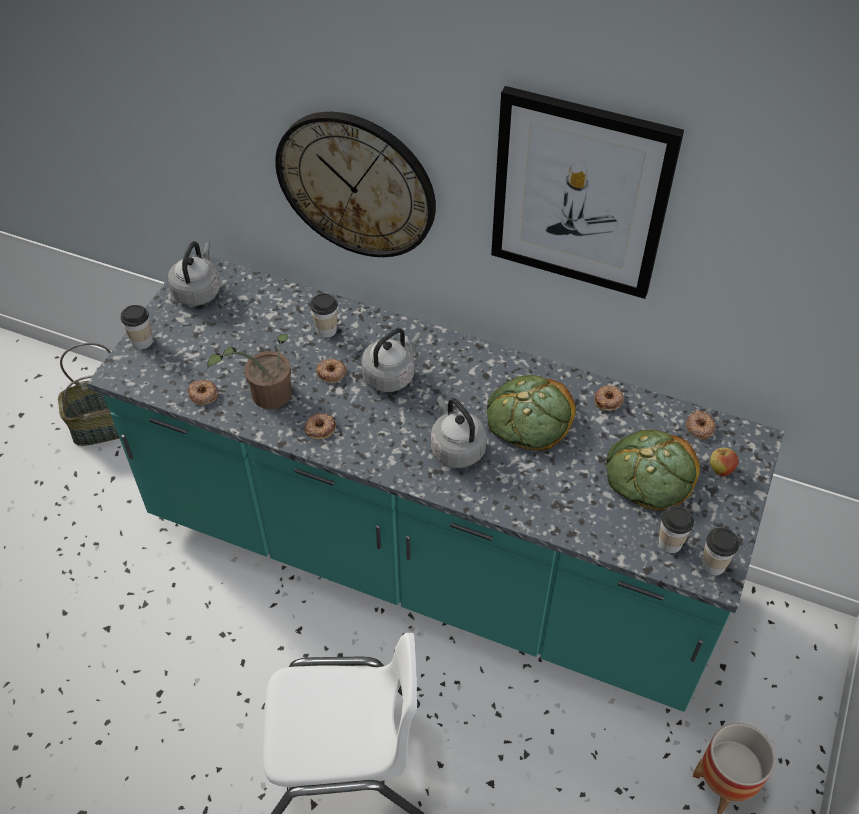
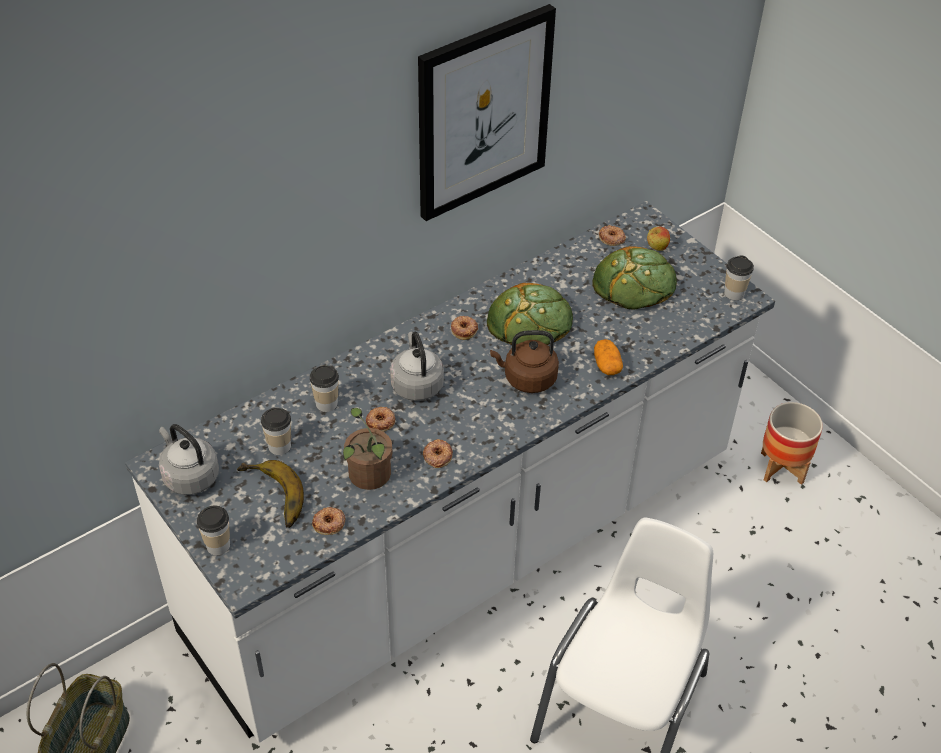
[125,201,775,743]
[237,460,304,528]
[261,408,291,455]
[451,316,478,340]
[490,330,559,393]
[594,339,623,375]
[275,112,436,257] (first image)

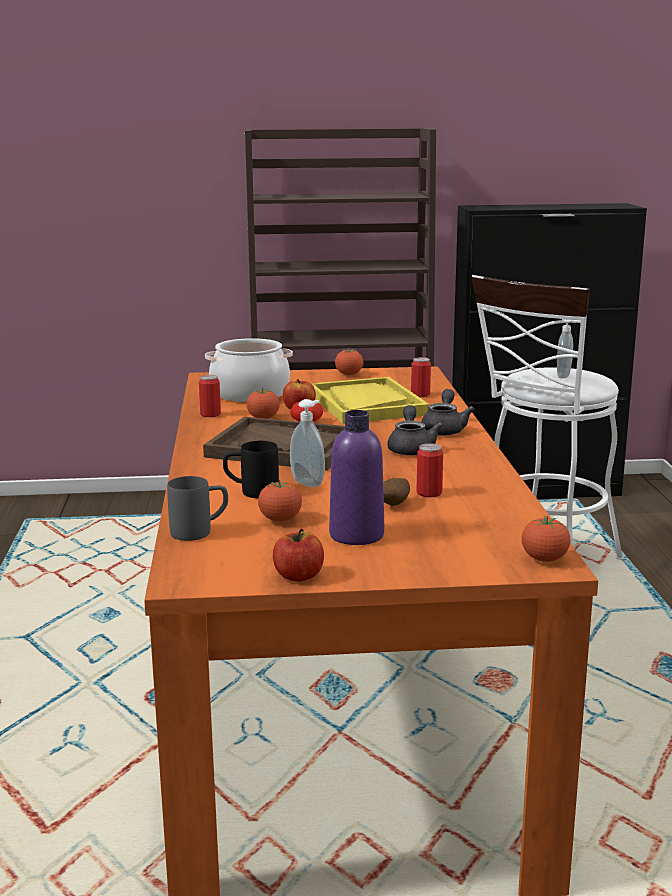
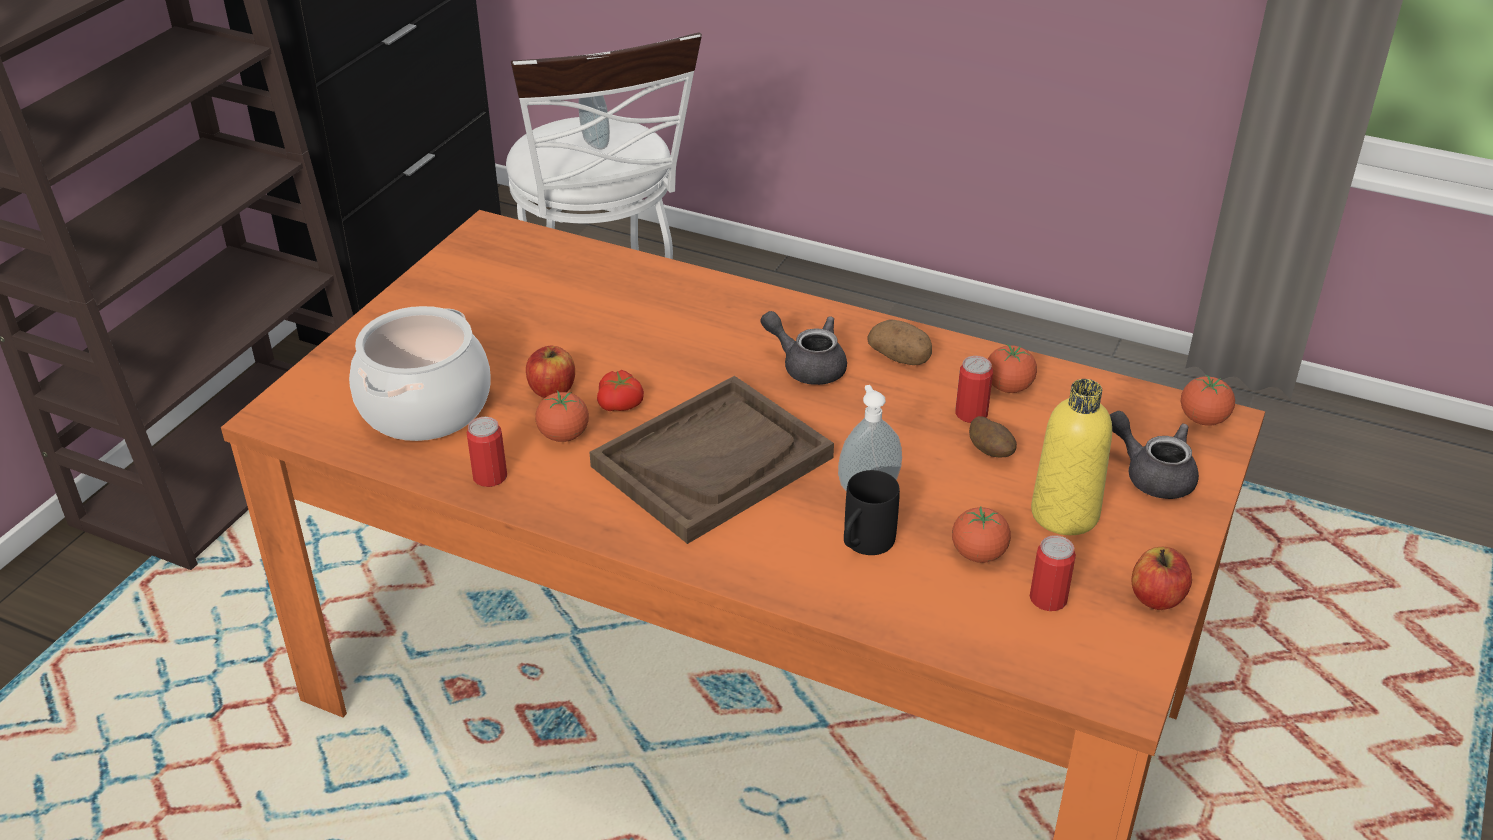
[867,319,932,365]
[988,344,1037,393]
[1030,535,1076,611]
[1031,379,1112,535]
[1110,411,1199,499]
[167,476,228,541] (first image)
[311,377,429,424] (first image)

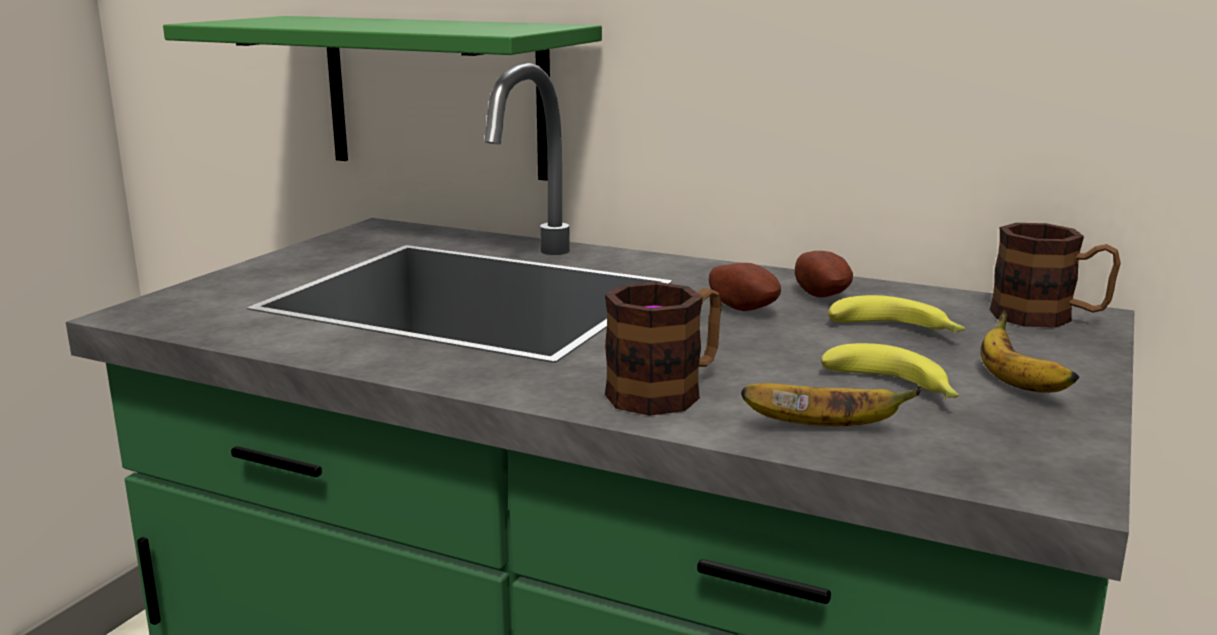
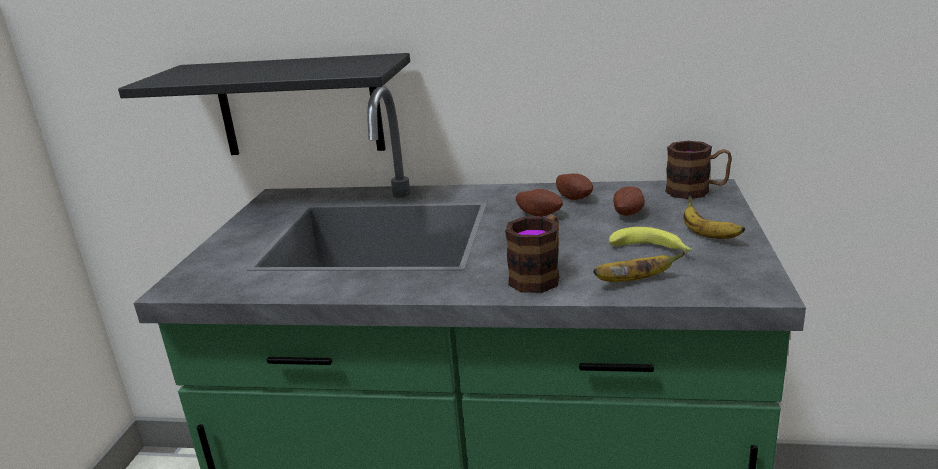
[118,53,410,155]
[613,186,645,216]

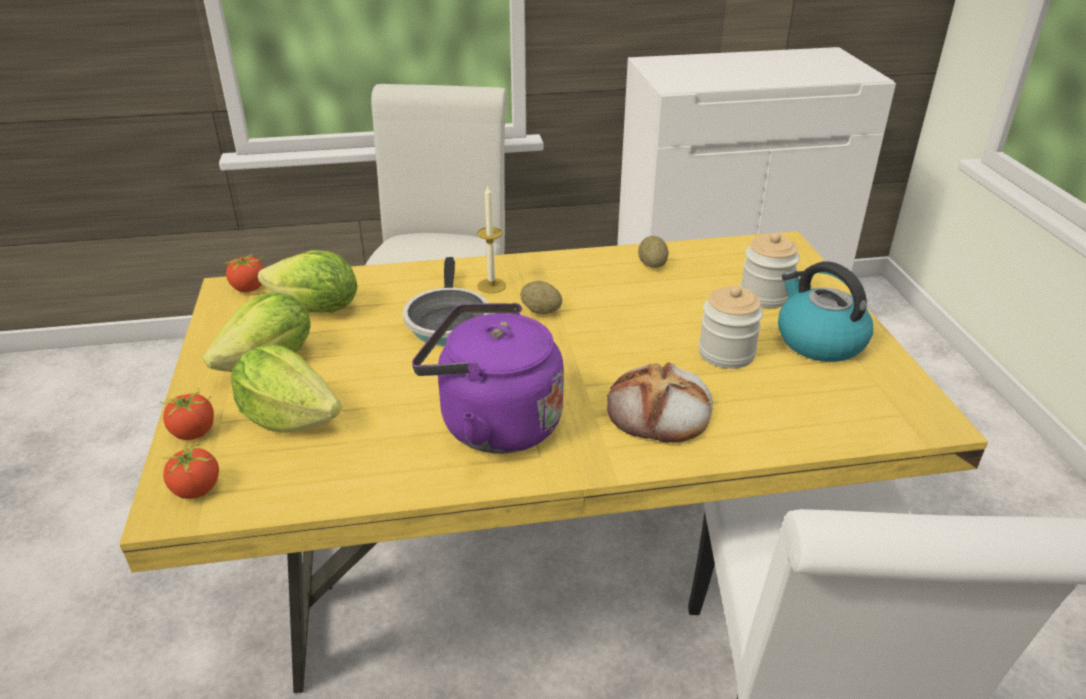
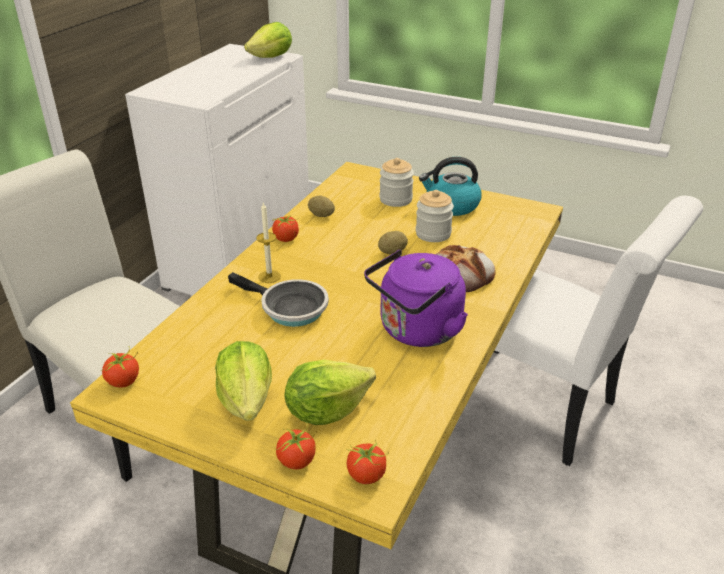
[244,22,292,58]
[271,214,300,242]
[378,231,408,254]

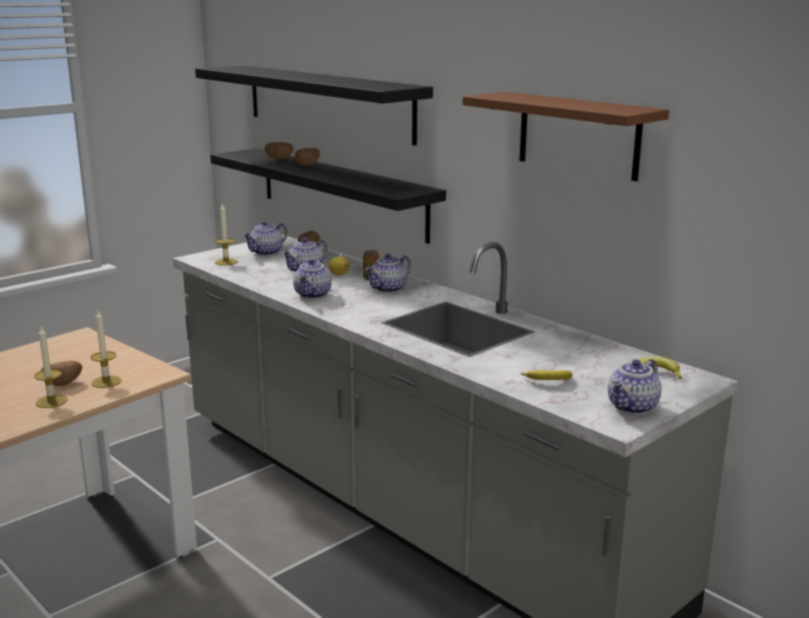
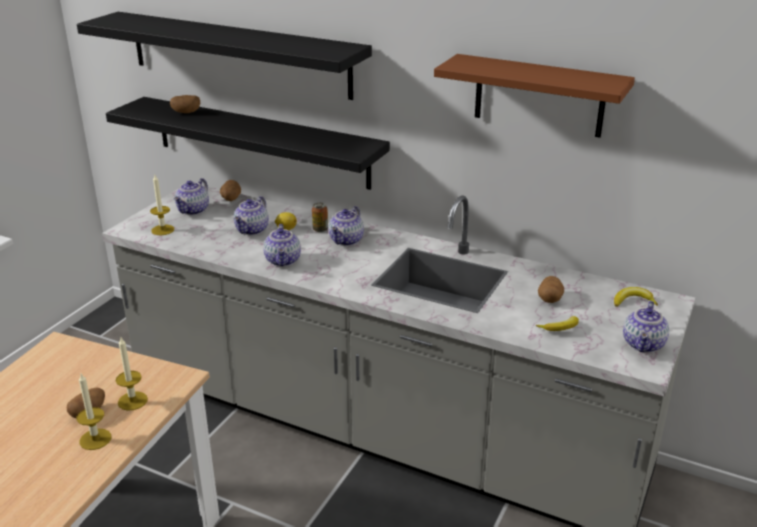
[538,276,564,303]

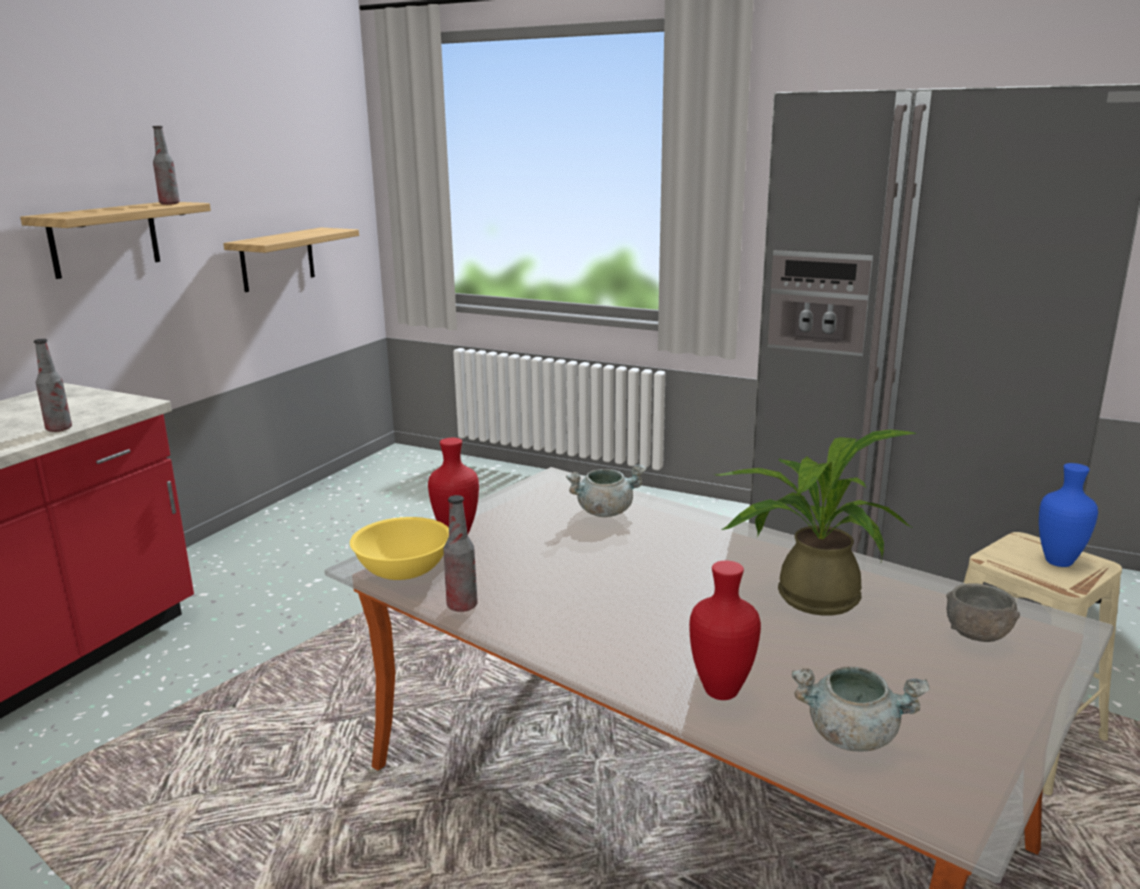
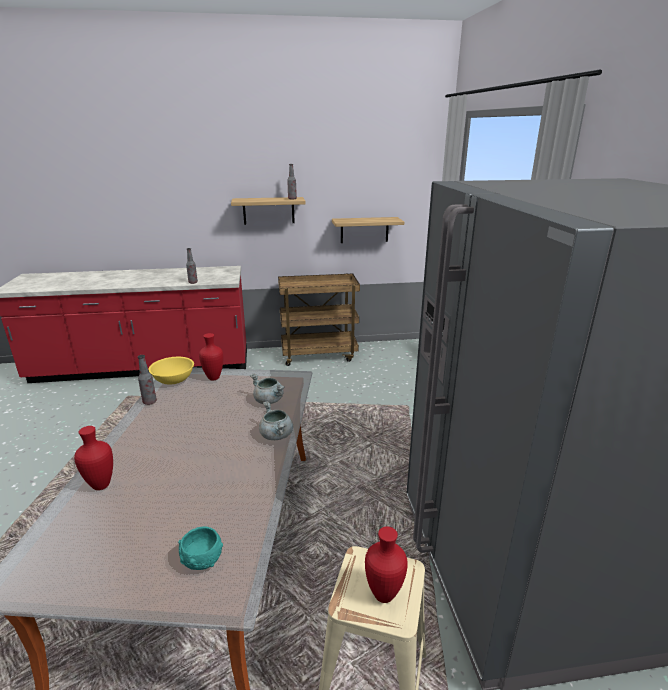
[178,526,223,570]
[259,401,293,440]
[278,273,360,366]
[365,526,408,603]
[715,429,916,616] (first image)

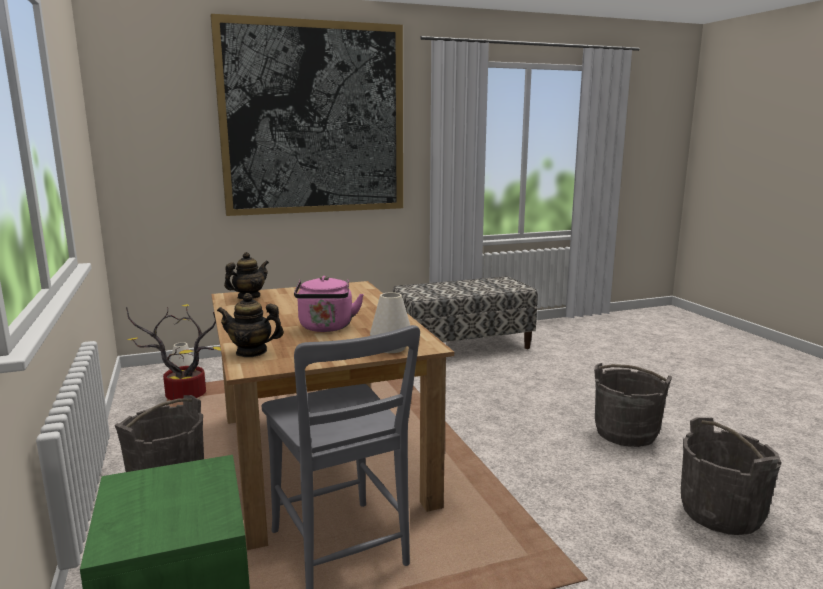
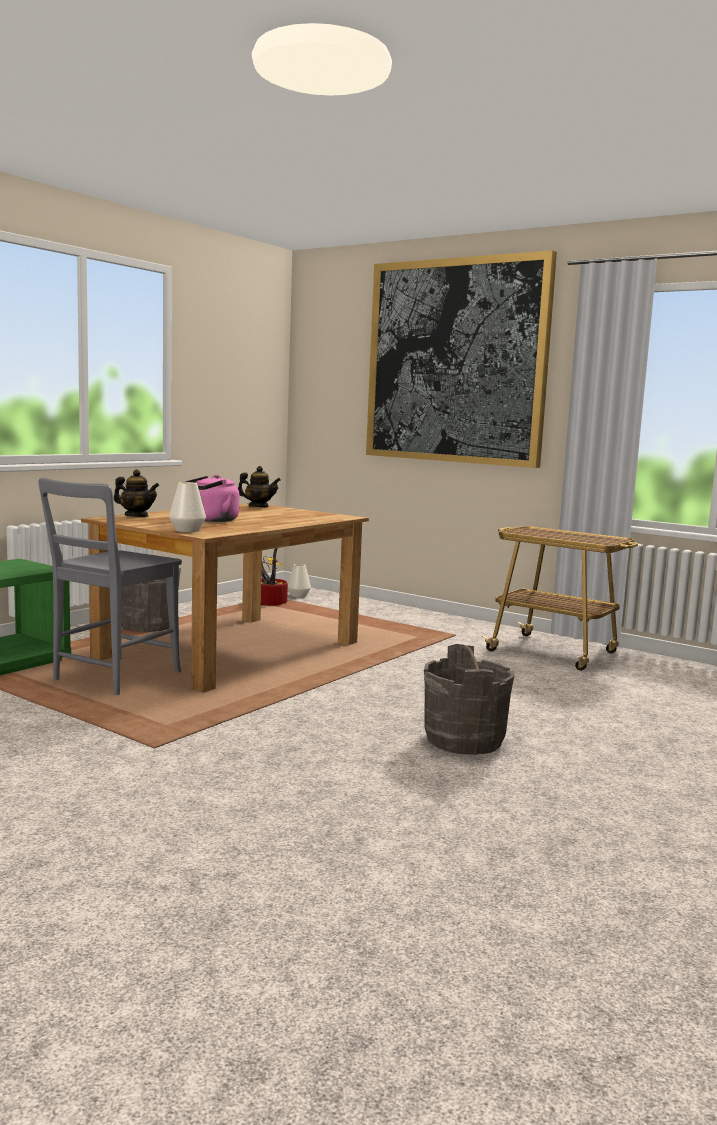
[114,470,159,517]
[482,526,638,671]
[681,417,781,535] (first image)

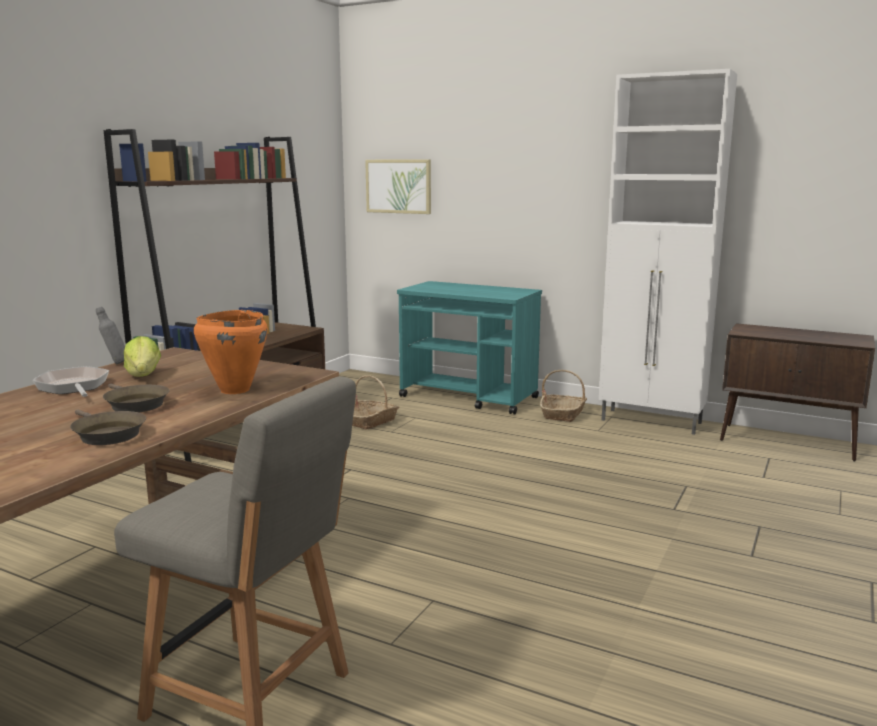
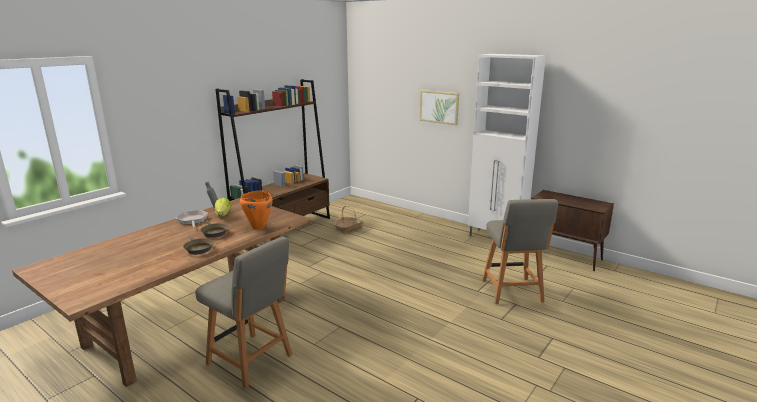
[420,90,459,125]
[482,199,558,304]
[397,281,542,415] (first image)
[540,370,587,422] (first image)

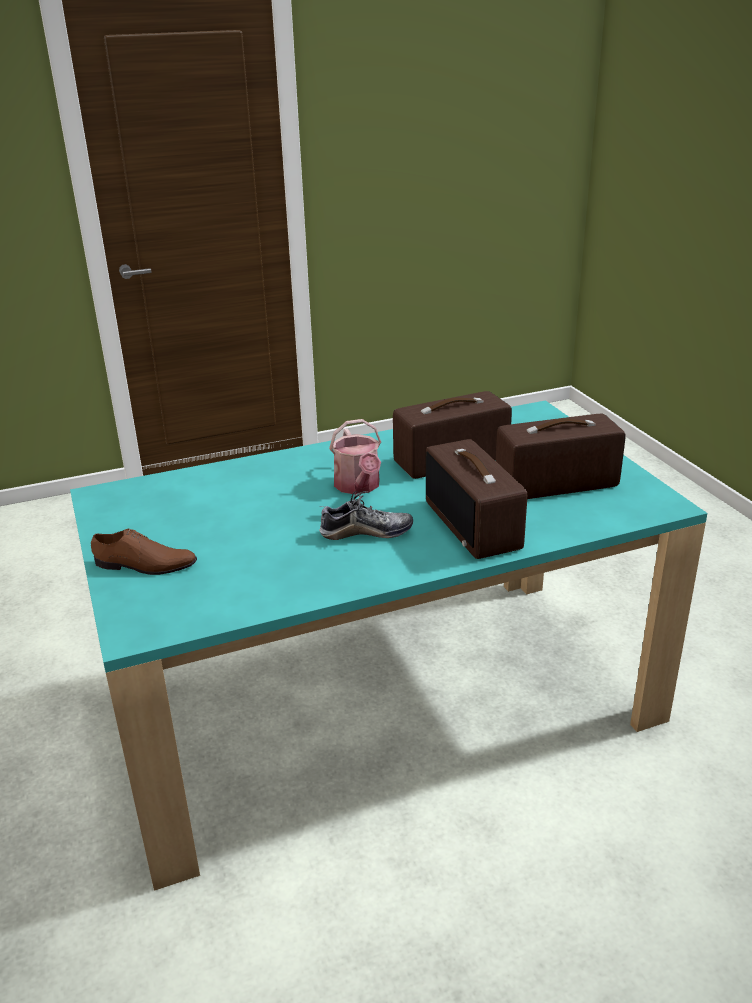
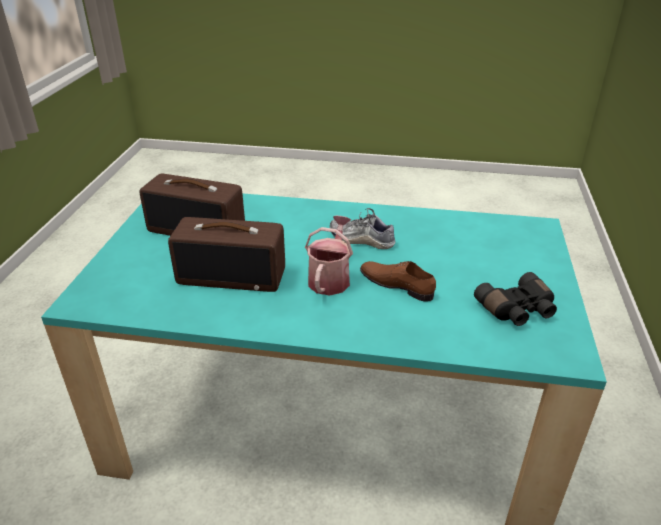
[360,261,436,301]
[474,272,557,326]
[426,439,527,559] (first image)

